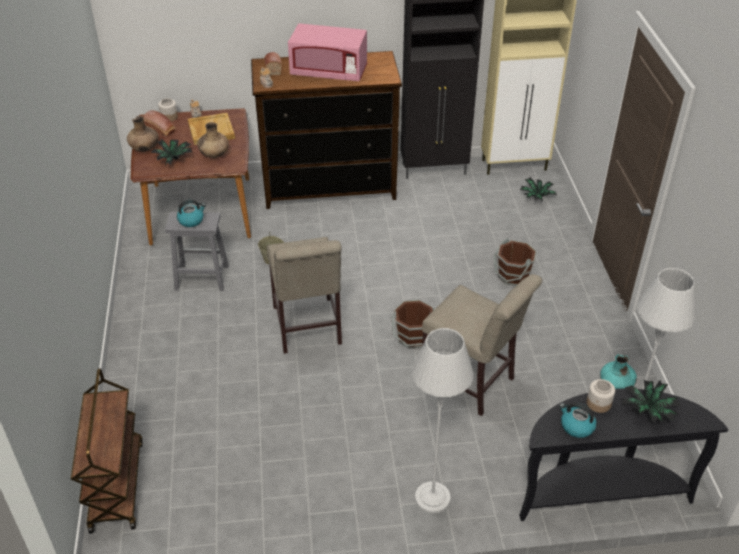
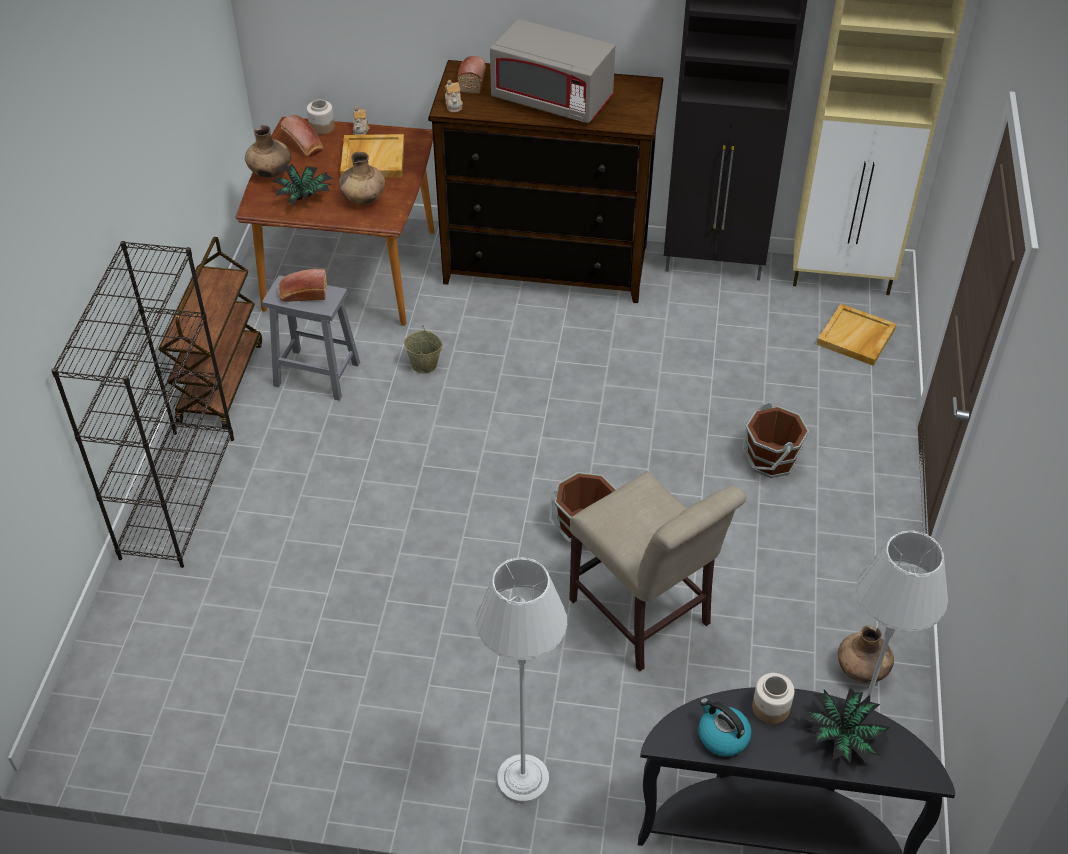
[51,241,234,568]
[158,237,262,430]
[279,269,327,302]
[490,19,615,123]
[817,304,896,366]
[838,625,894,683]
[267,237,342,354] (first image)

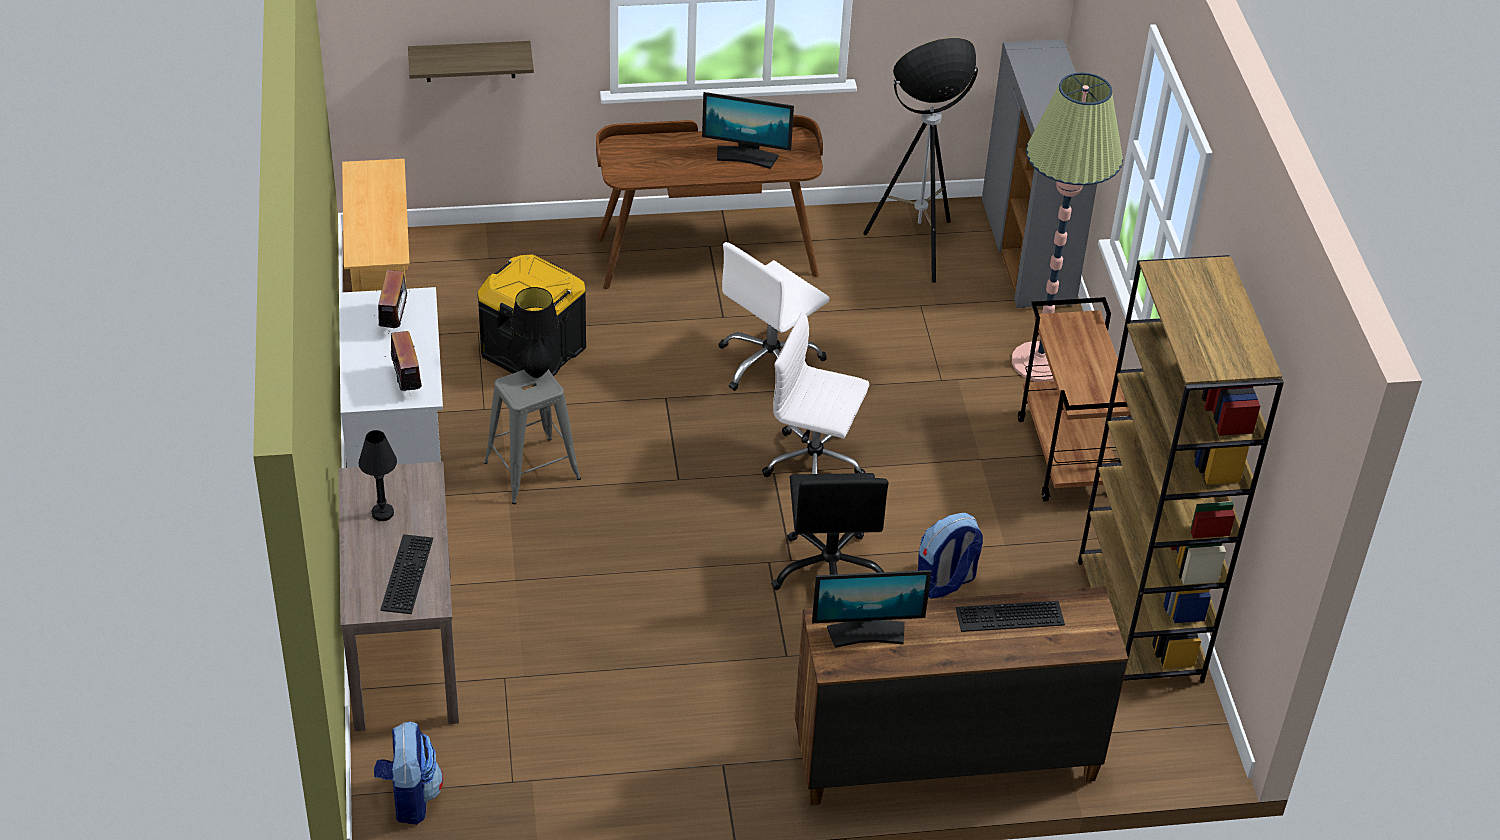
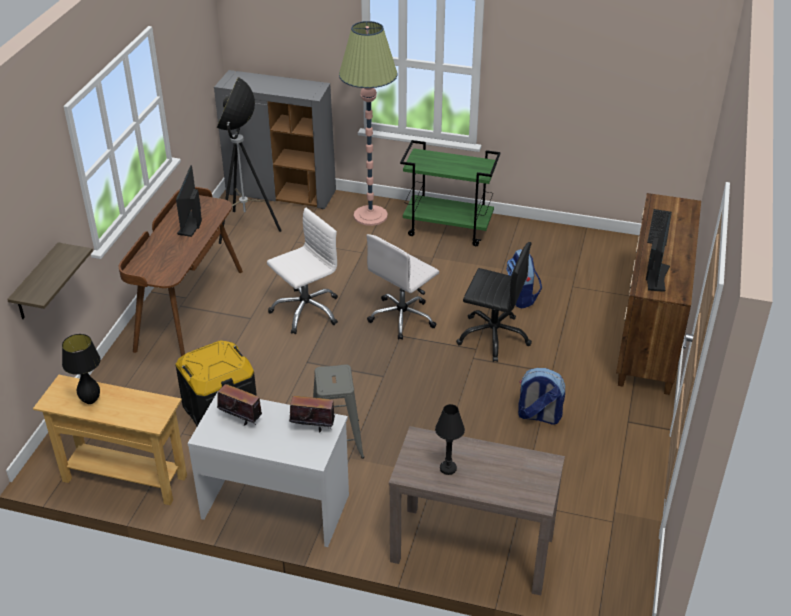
[62,334,101,404]
[176,165,202,237]
[267,208,338,334]
[400,140,501,246]
[518,368,565,425]
[381,534,433,614] (first image)
[1078,255,1284,683] (first image)

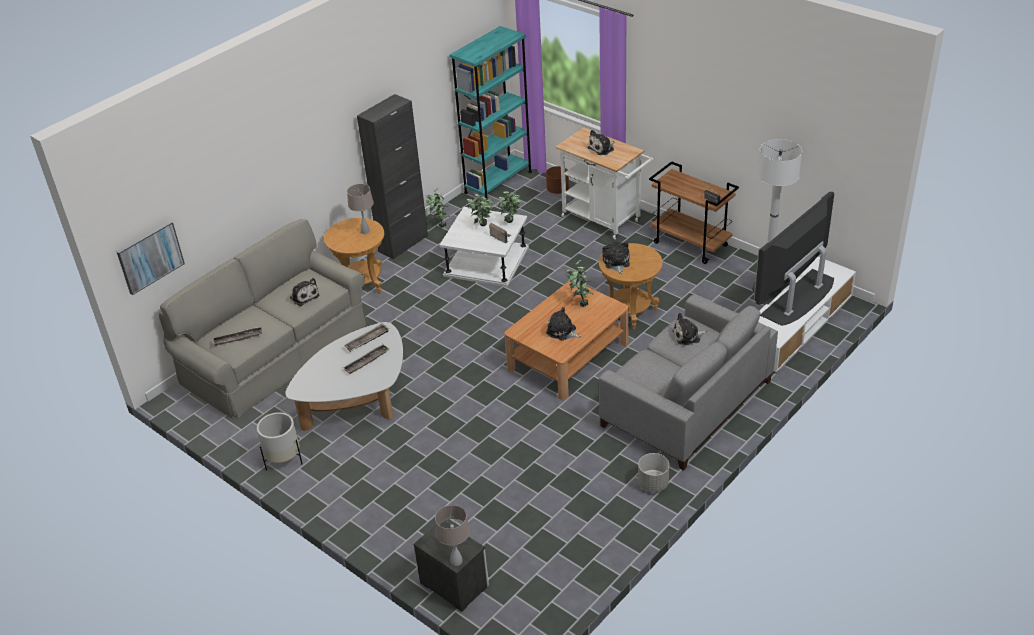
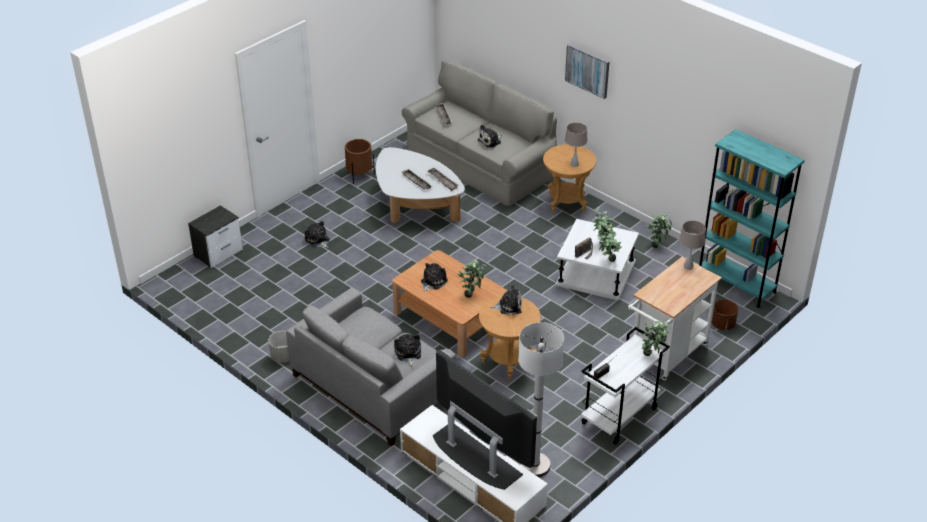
[305,221,329,248]
[345,139,375,184]
[565,44,609,99]
[581,327,670,444]
[641,321,671,356]
[679,220,706,270]
[357,94,428,259] (first image)

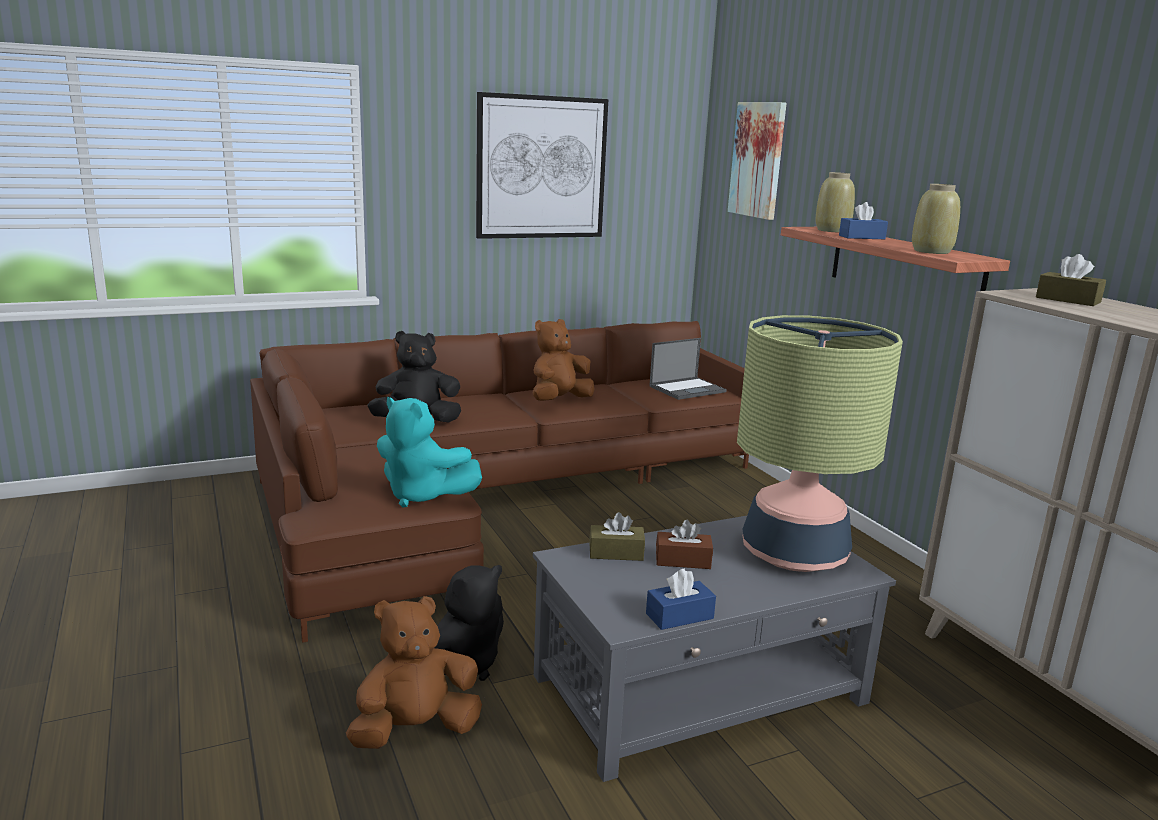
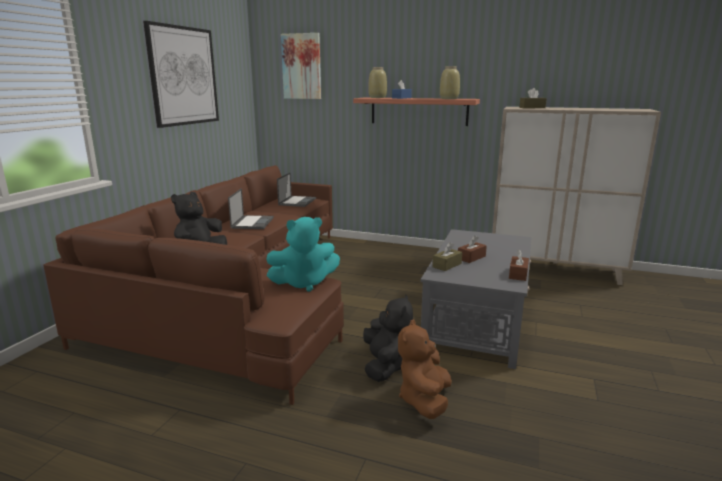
[228,188,274,229]
[509,249,529,281]
[737,315,903,572] (first image)

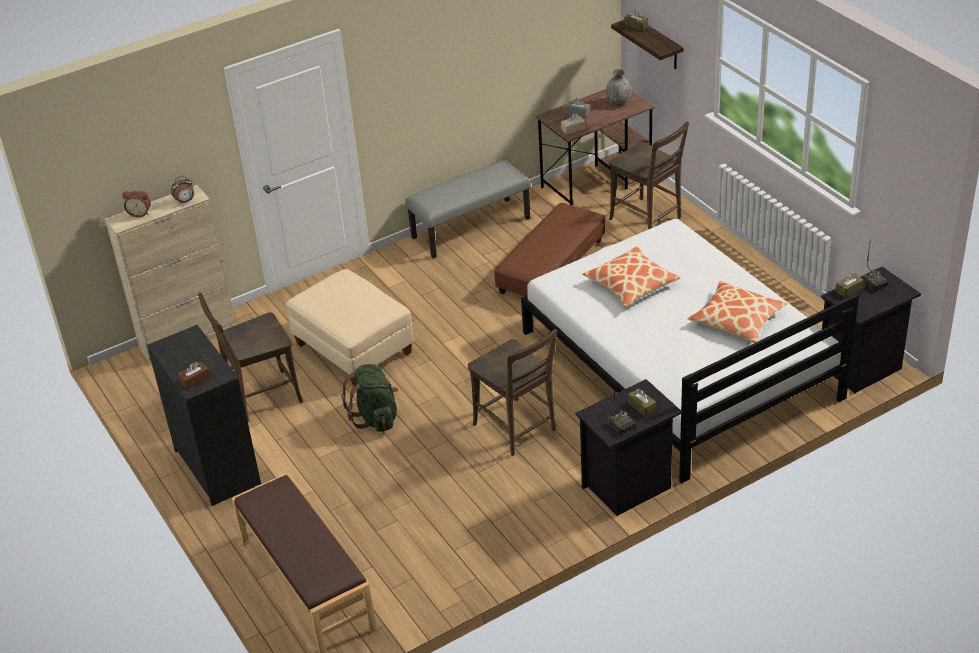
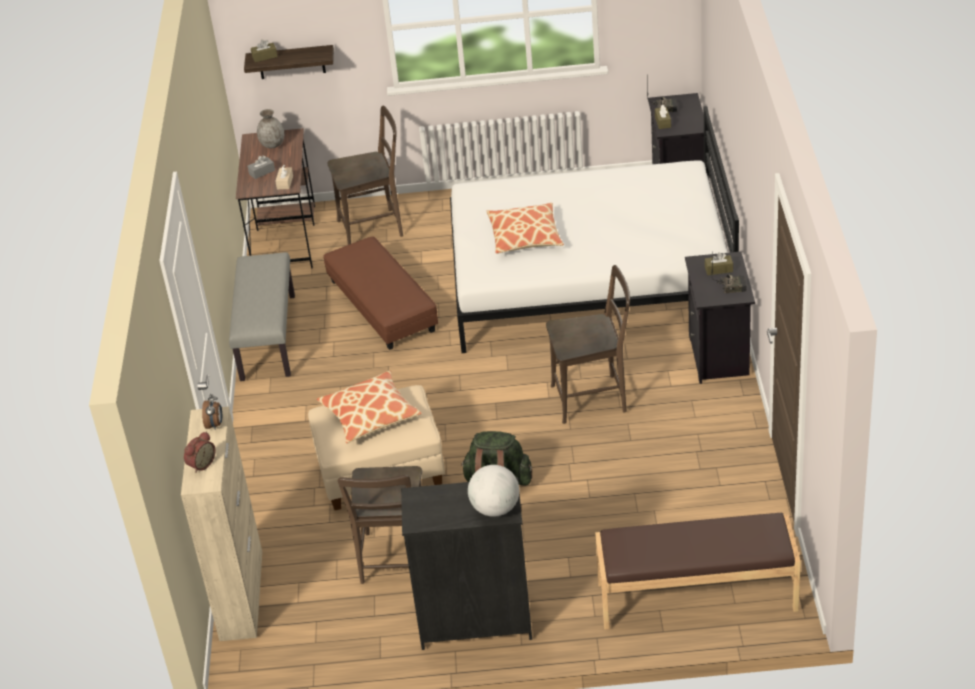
[317,371,422,444]
[468,465,519,517]

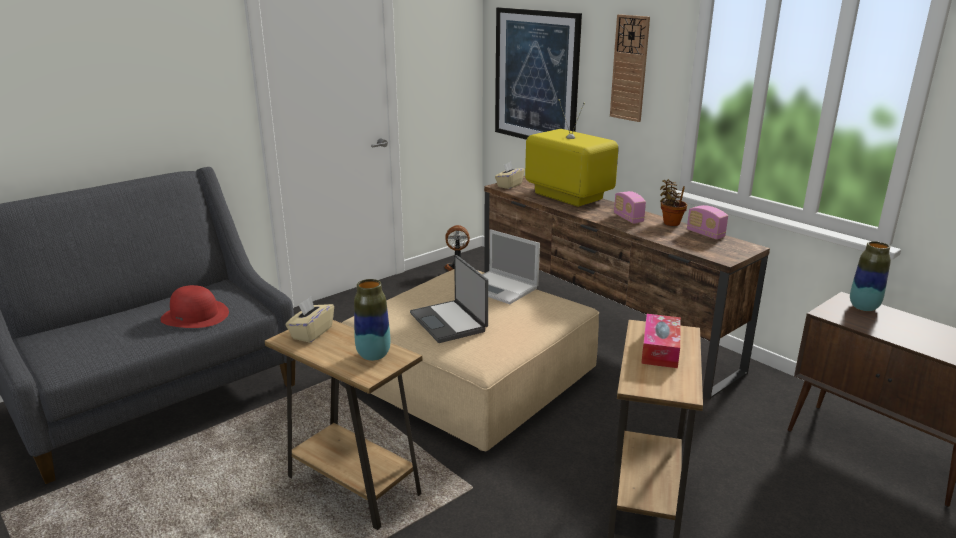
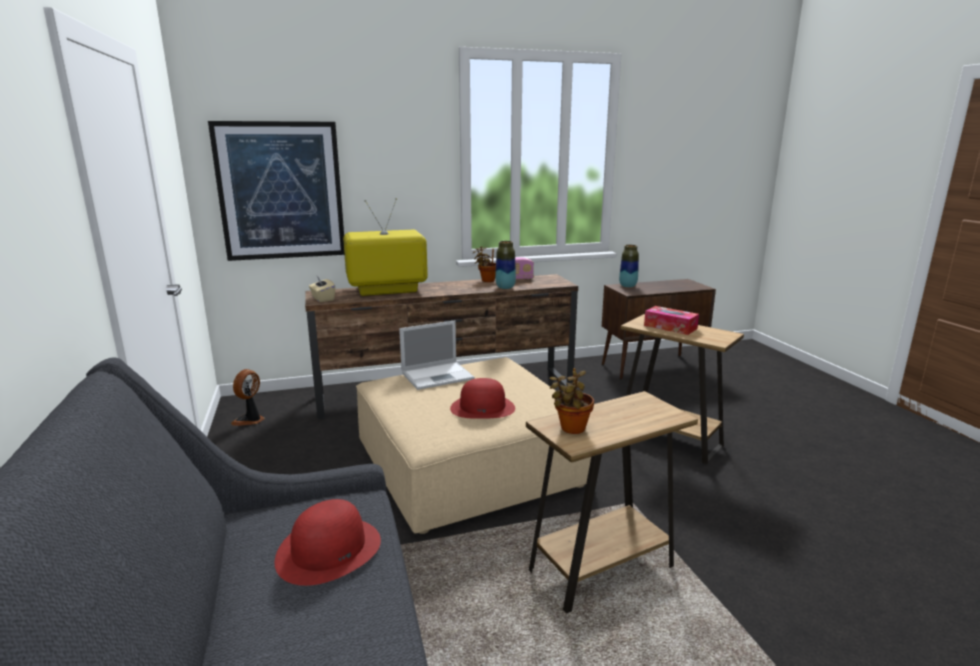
[450,378,515,419]
[495,241,516,289]
[550,368,594,434]
[610,14,650,122] (first image)
[614,191,646,223] (first image)

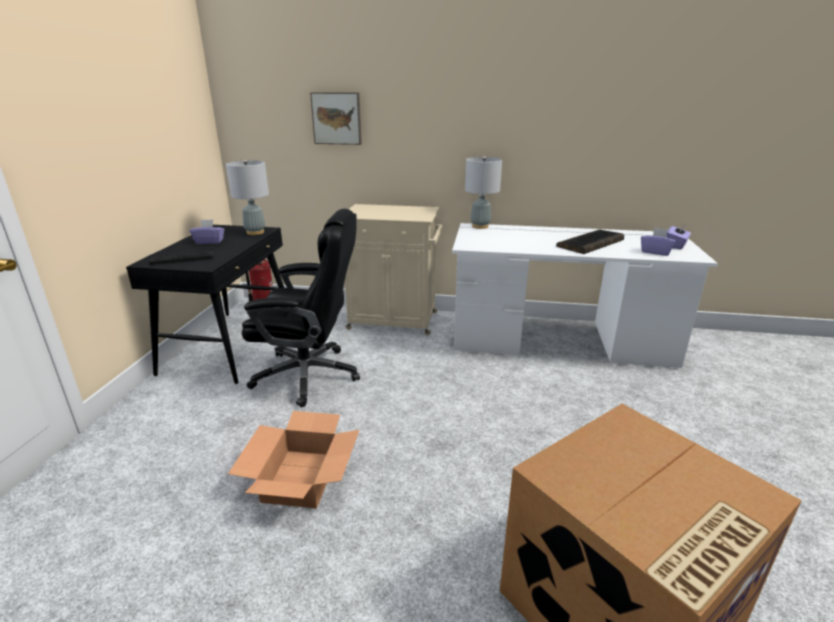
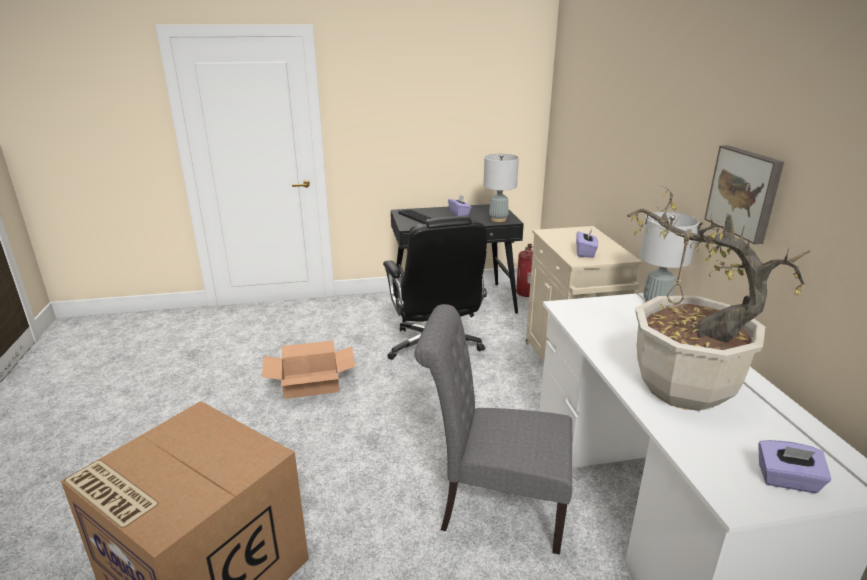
[414,304,573,554]
[576,229,598,258]
[627,186,810,411]
[705,145,784,244]

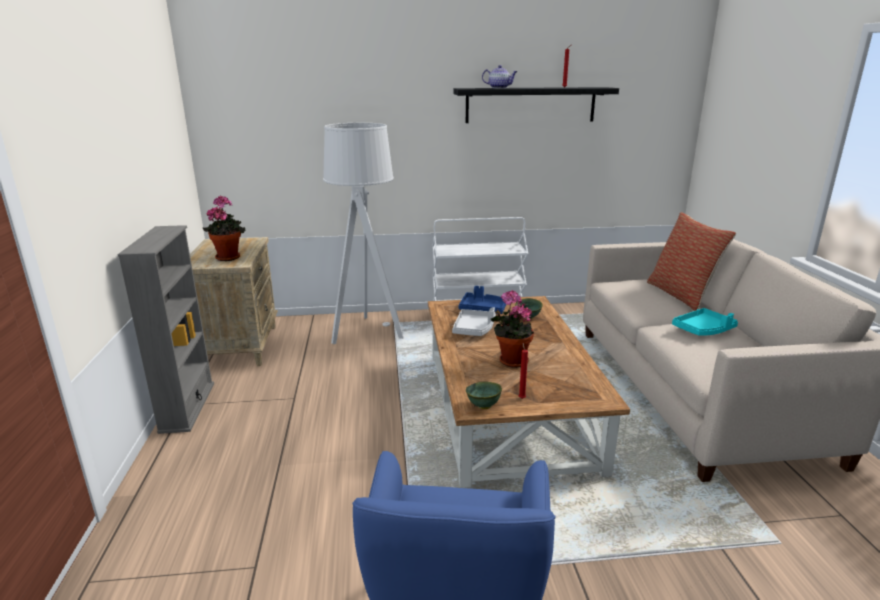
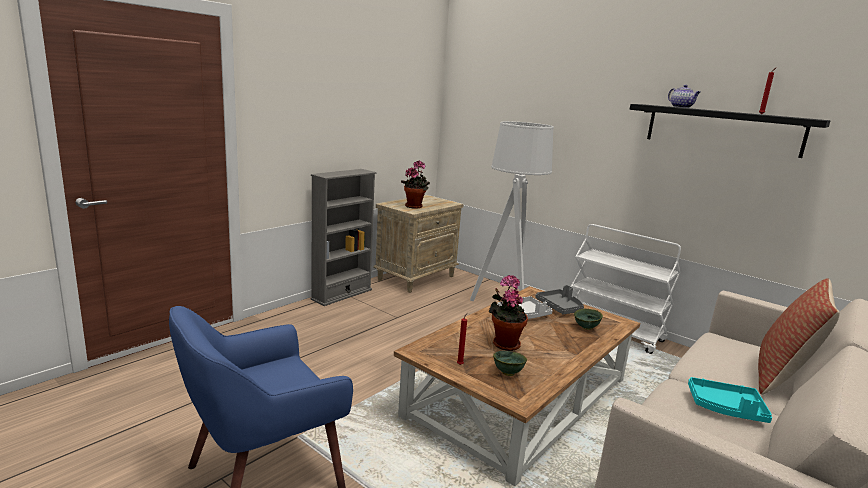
[493,351,527,376]
[535,285,584,314]

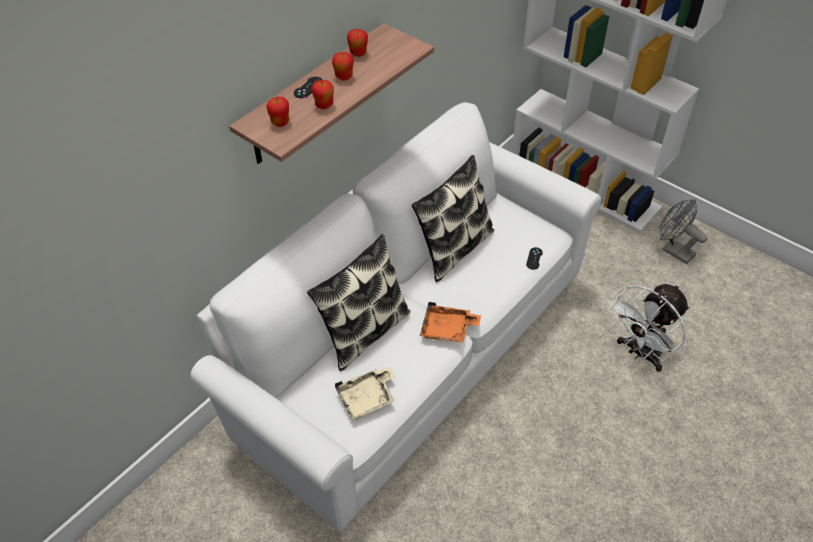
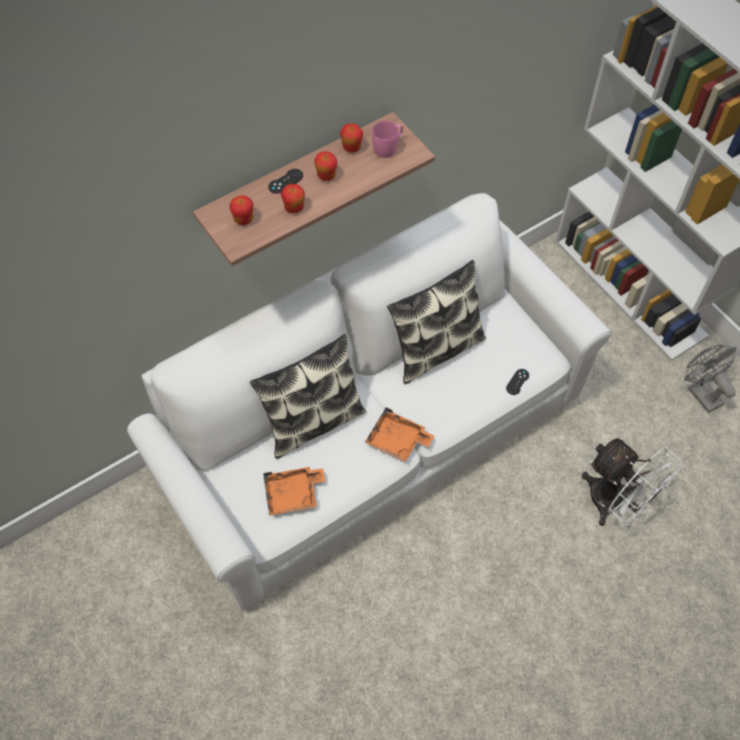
[264,467,325,516]
[372,121,403,158]
[581,438,682,526]

